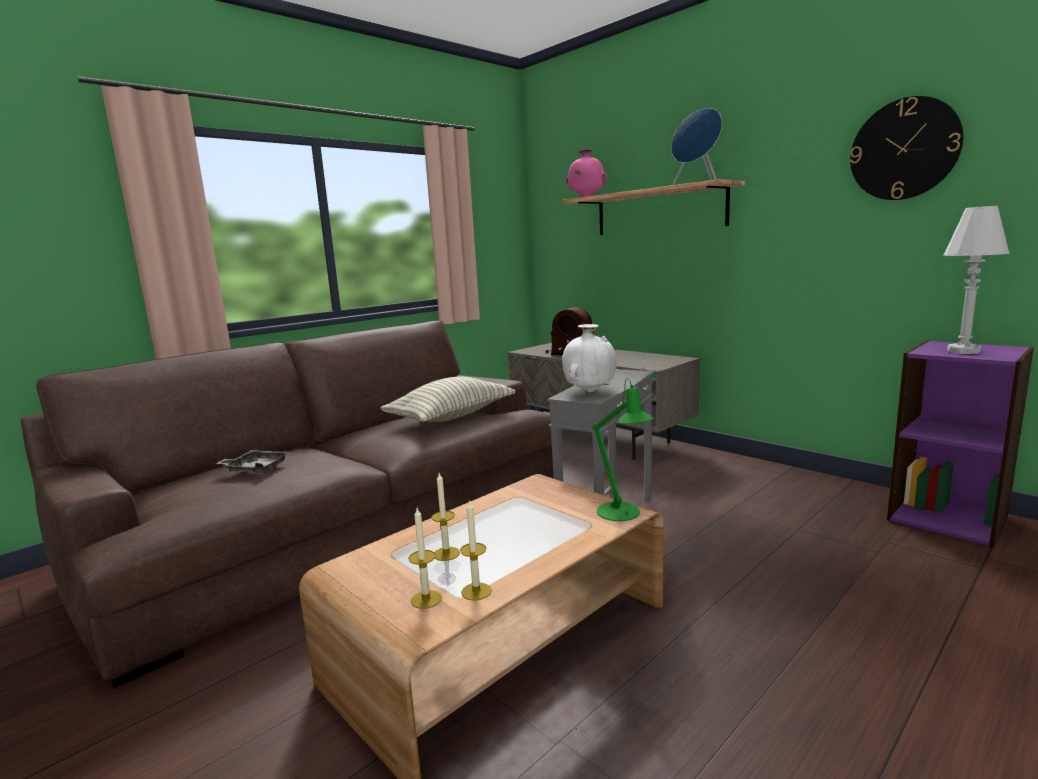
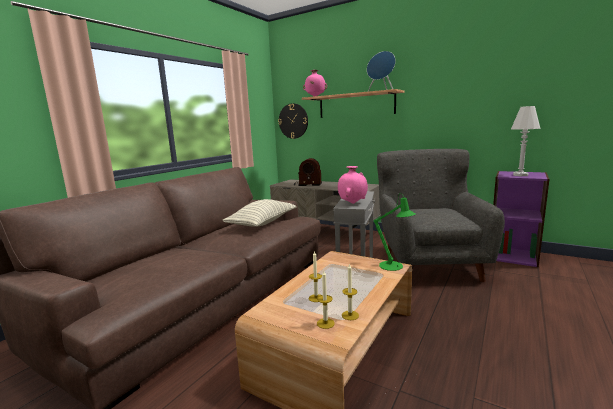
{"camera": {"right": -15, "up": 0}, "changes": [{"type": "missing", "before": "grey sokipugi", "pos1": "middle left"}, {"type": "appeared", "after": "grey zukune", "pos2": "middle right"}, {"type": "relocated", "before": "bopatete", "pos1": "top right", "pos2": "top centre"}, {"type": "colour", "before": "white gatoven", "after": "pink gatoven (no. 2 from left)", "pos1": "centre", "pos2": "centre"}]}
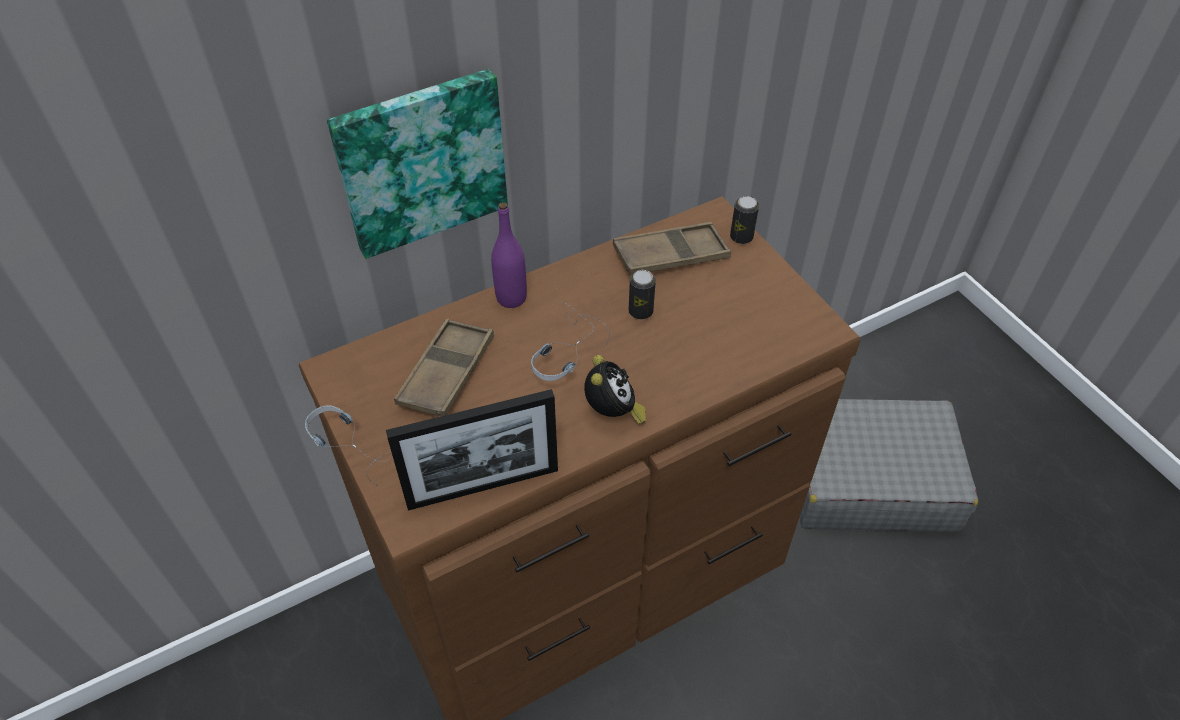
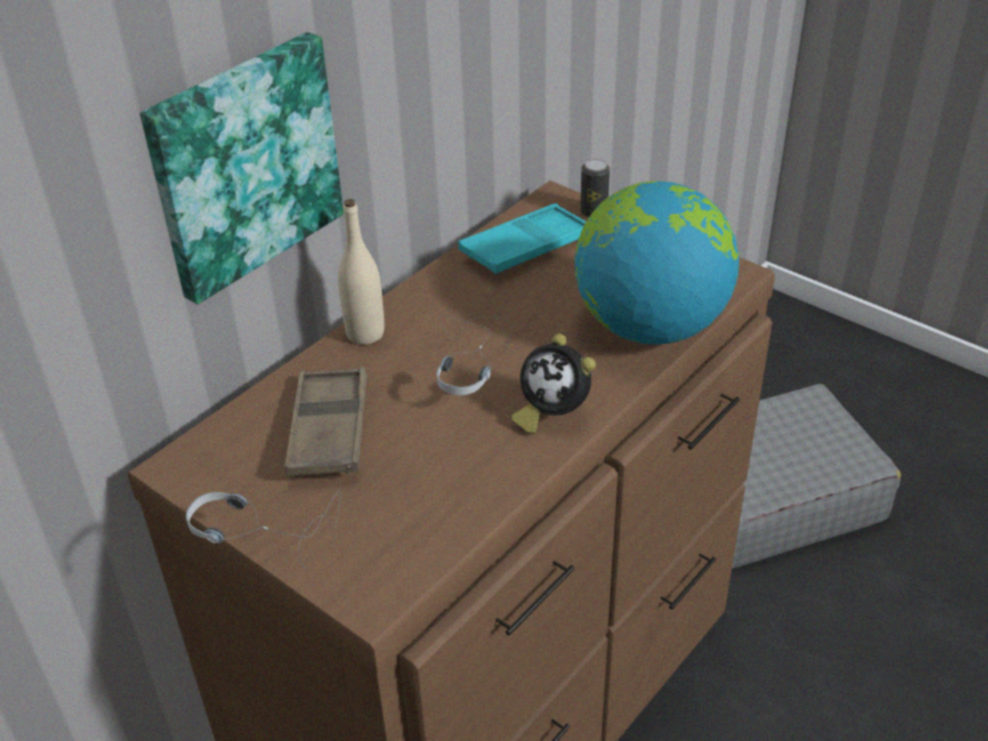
{"camera": {"right": -20, "up": -10}, "changes": [{"type": "missing", "before": "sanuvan", "pos1": "centre"}, {"type": "missing", "before": "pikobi (no. 1 from left)", "pos1": "centre"}, {"type": "appeared", "after": "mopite", "pos2": "centre"}, {"type": "colour", "before": "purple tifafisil", "after": "beige tifafisil", "pos1": "centre", "pos2": "centre"}, {"type": "colour", "before": "brown sokipugi (no. 2 from left)", "after": "turquoise sokipugi", "pos1": "centre", "pos2": "top centre"}, {"type": "spun", "before": "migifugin", "pos1": "centre", "pos2": "centre", "turn": 150}]}
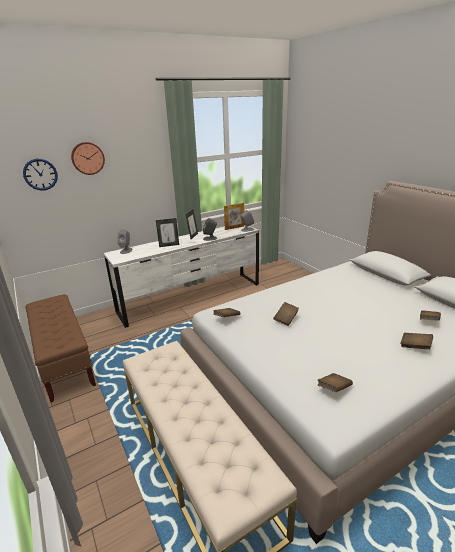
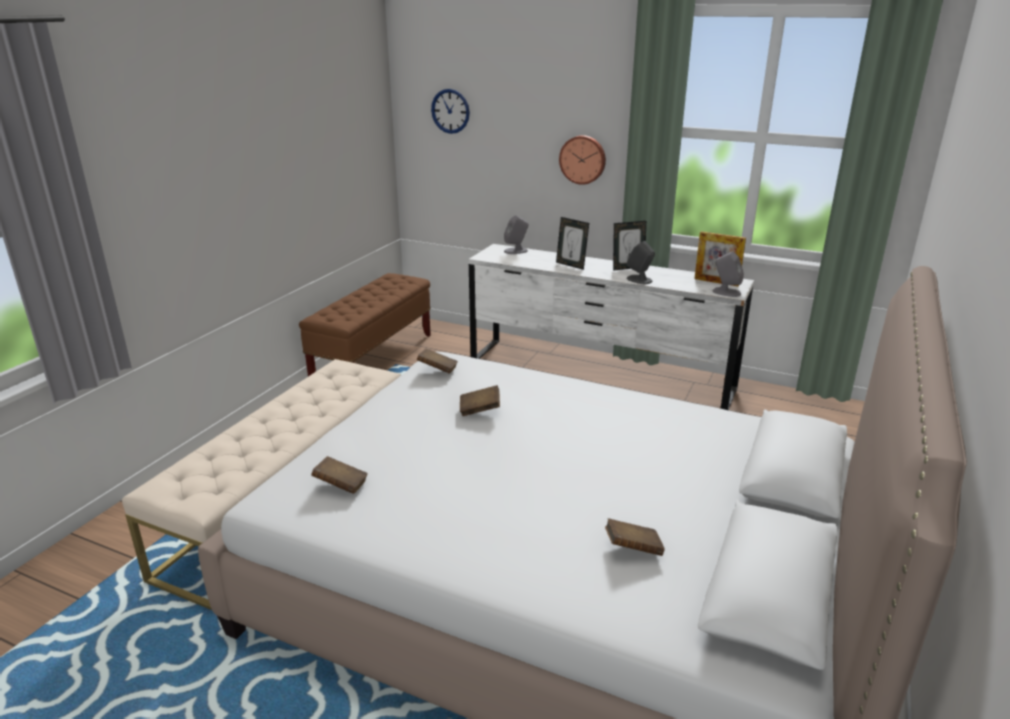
{"camera": {"right": 55, "up": 0}, "changes": [{"type": "missing", "before": "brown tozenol (no. 4 from left)", "pos1": "middle right"}, {"type": "relocated", "before": "bopatete (no. 2 from left)", "pos1": "top left", "pos2": "top centre"}]}
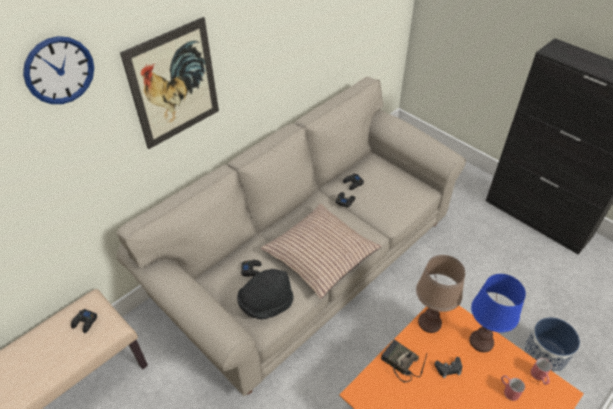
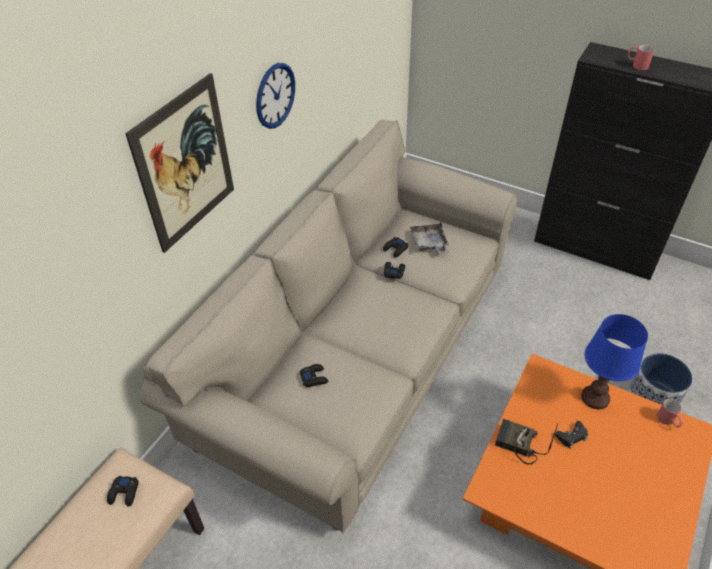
{"camera": {"right": -15, "up": 0}, "changes": [{"type": "missing", "before": "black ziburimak", "pos1": "bottom centre"}, {"type": "missing", "before": "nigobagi", "pos1": "centre"}, {"type": "missing", "before": "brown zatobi", "pos1": "bottom right"}, {"type": "appeared", "after": "grey sokipugi", "pos2": "centre"}, {"type": "relocated", "before": "bopatete", "pos1": "top left", "pos2": "top centre"}, {"type": "relocated", "before": "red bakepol (no. 1 from left)", "pos1": "bottom right", "pos2": "top right"}]}
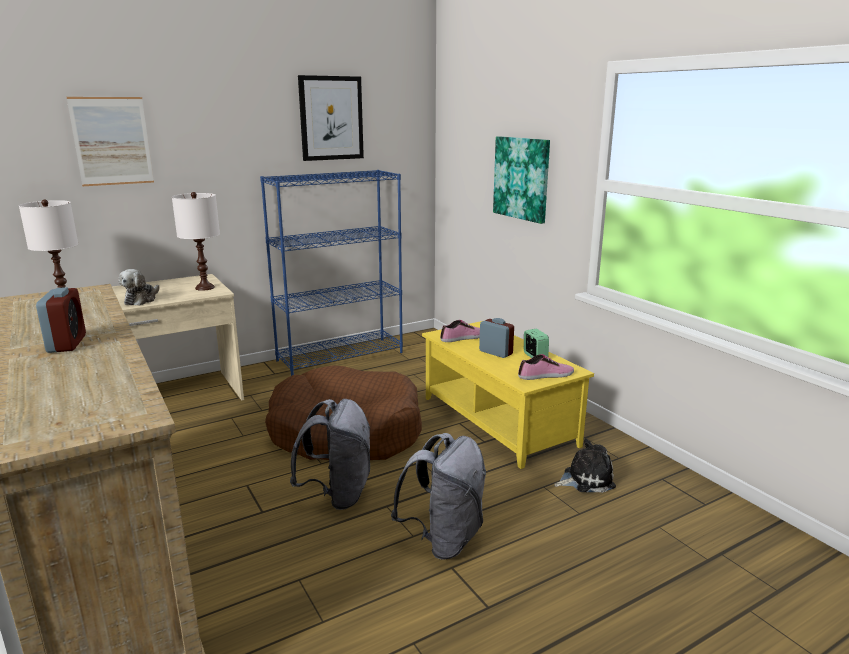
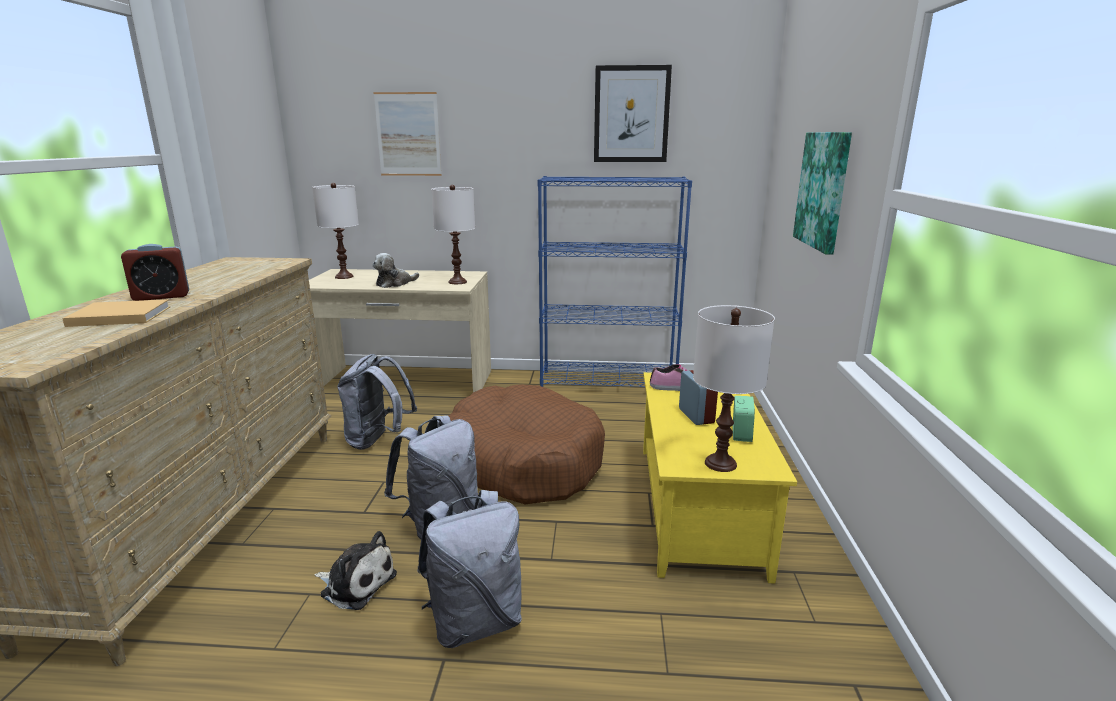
{"camera": {"right": 35, "up": 0}, "changes": [{"type": "appeared", "after": "beige tozenol", "pos2": "middle left"}, {"type": "appeared", "after": "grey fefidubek (no. 1 from left)", "pos2": "centre"}, {"type": "relocated", "before": "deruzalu (no. 2 from left in the first image)", "after": "deruzalu (no. 1 from left)", "pos1": "bottom right", "pos2": "bottom left"}, {"type": "exchanged", "before": "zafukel (no. 2 from left)", "after": "white zatobi (no. 3 from left)", "pos1": "centre", "pos2": "centre"}, {"type": "spun", "before": "migifugin (no. 1 from left)", "pos1": "middle left", "pos2": "middle left", "turn": 45}]}
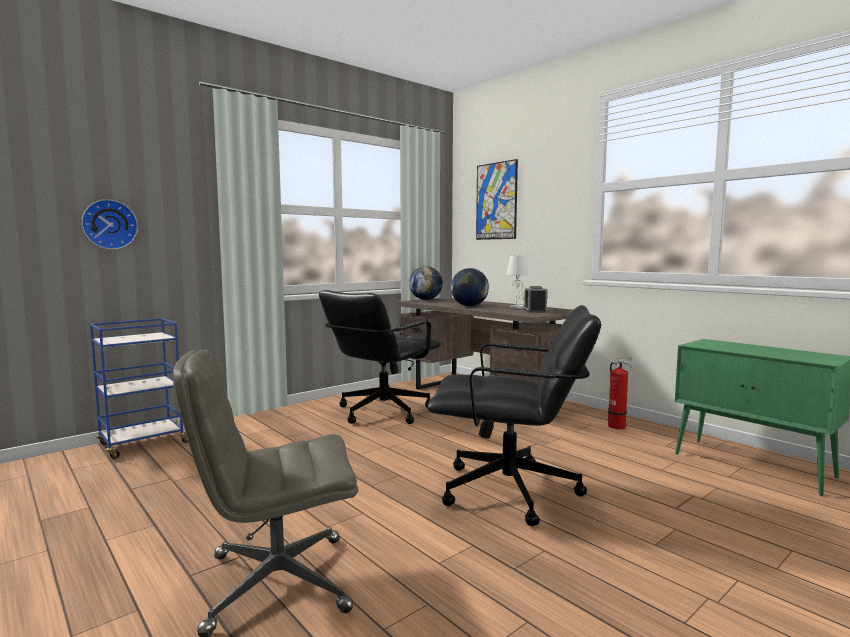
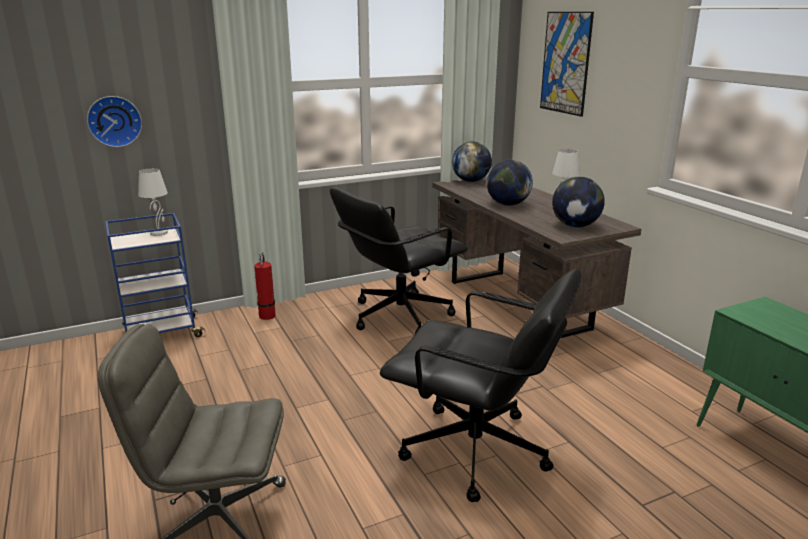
{"camera": {"right": 15, "up": 15}, "changes": [{"type": "appeared", "after": "white zatobi (no. 1 from left)", "pos2": "middle left"}, {"type": "relocated", "before": "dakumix", "pos1": "middle right", "pos2": "middle left"}, {"type": "exchanged", "before": "migifugin", "after": "mopite (no. 3 from left)", "pos1": "centre", "pos2": "middle right"}]}
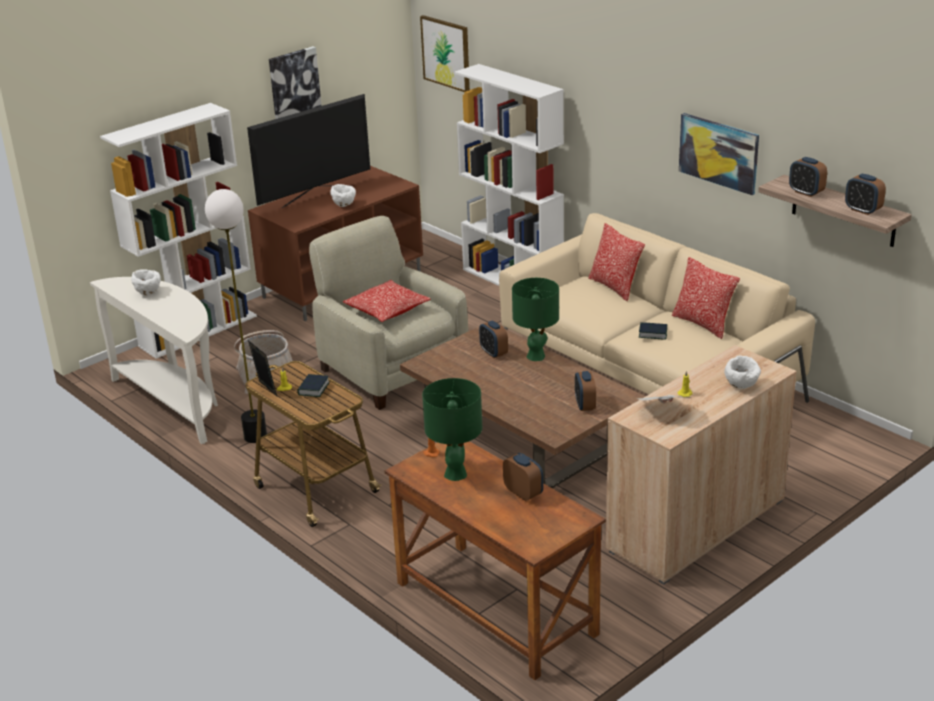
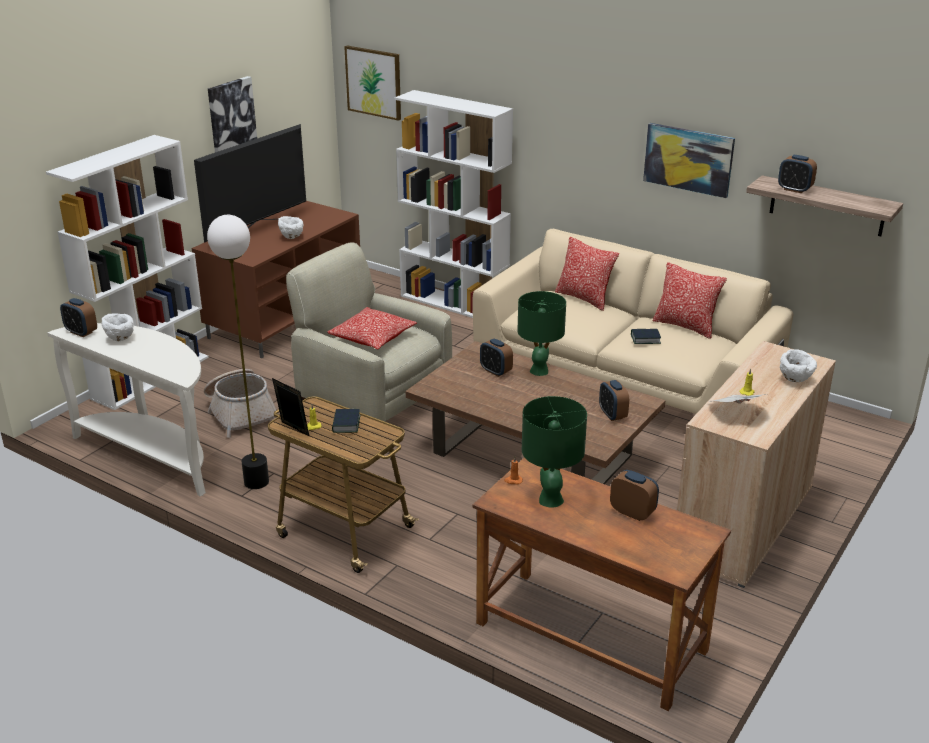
{"camera": {"right": -15, "up": 0}, "changes": [{"type": "relocated", "before": "migifugin (no. 5 from left in the first image)", "after": "migifugin (no. 1 from left)", "pos1": "top right", "pos2": "middle left"}]}
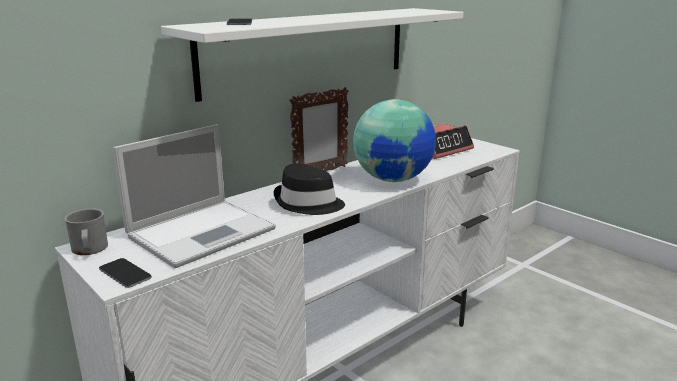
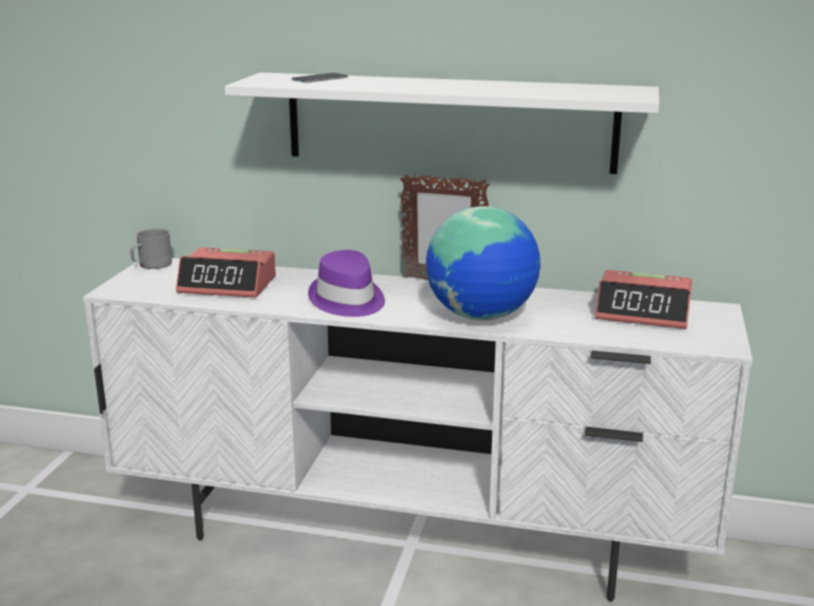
{"camera": {"right": 55, "up": 0}, "changes": [{"type": "missing", "before": "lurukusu (no. 1 from left)", "pos1": "bottom left"}, {"type": "exchanged", "before": "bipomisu", "after": "migifugin (no. 1 from left)", "pos1": "middle left", "pos2": "middle left"}, {"type": "colour", "before": "black ziburimak", "after": "purple ziburimak", "pos1": "centre", "pos2": "centre"}]}
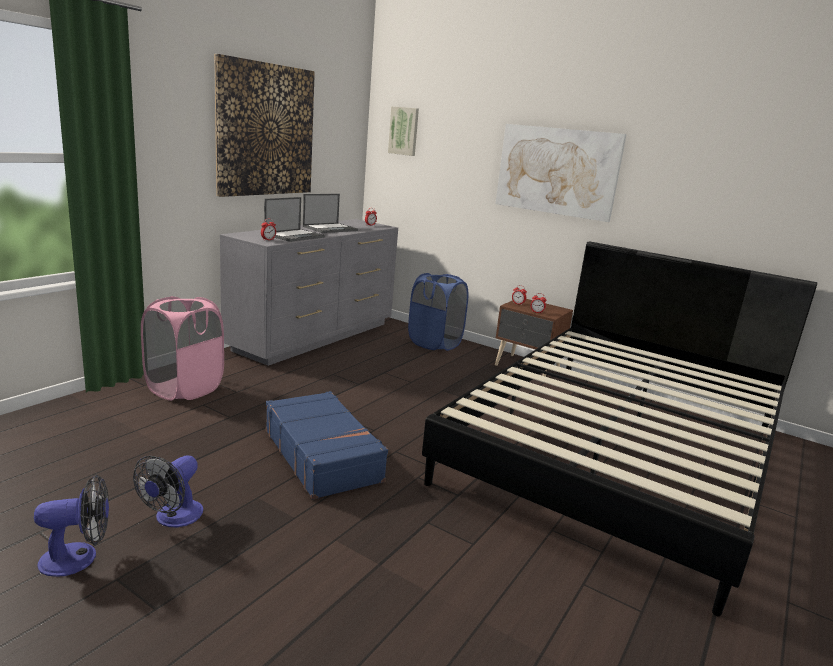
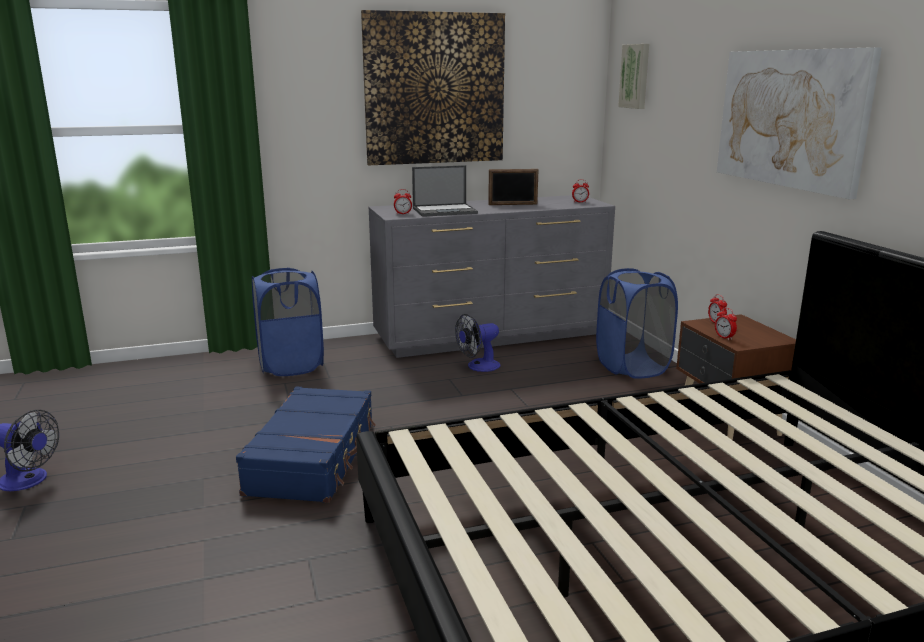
{"camera": {"right": 40, "up": 0}, "changes": [{"type": "relocated", "before": "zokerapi (no. 2 from left)", "pos1": "bottom left", "pos2": "centre"}, {"type": "exchanged", "before": "bipomisu (no. 2 from left)", "after": "sanuvan", "pos1": "top centre", "pos2": "top centre"}, {"type": "colour", "before": "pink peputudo", "after": "blue peputudo (no. 1 from left)", "pos1": "middle left", "pos2": "middle left"}]}
